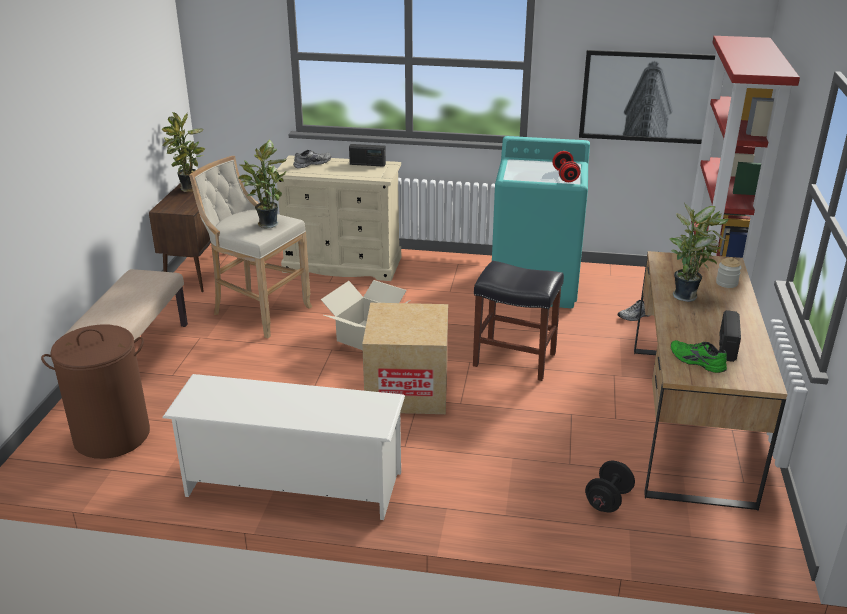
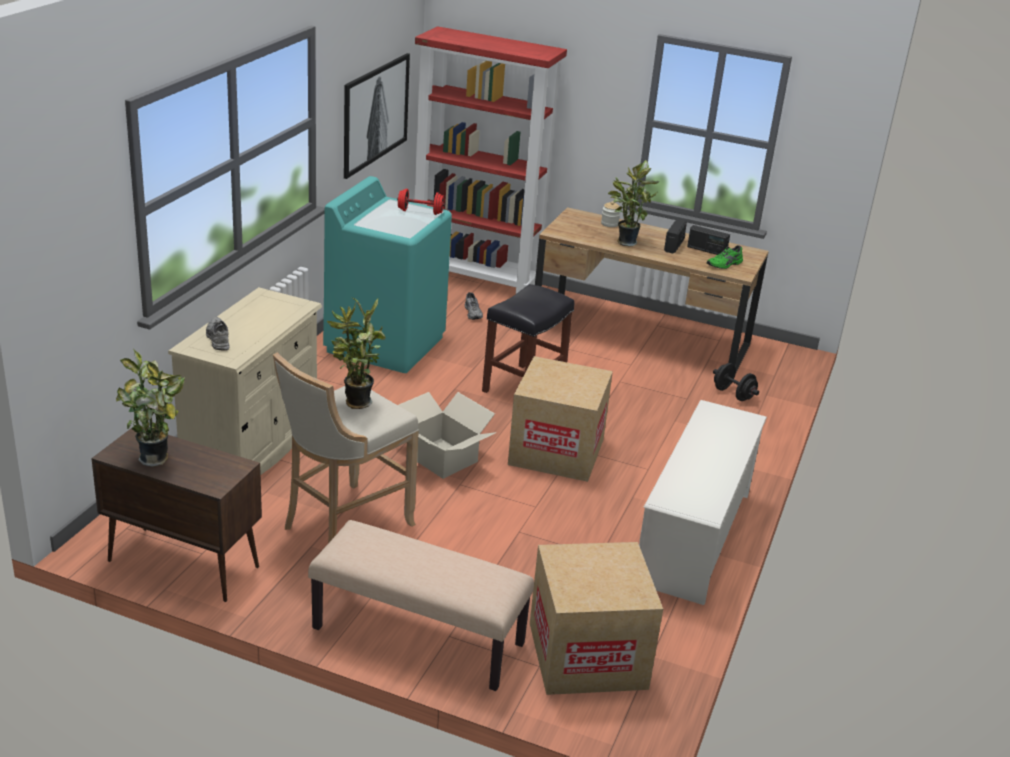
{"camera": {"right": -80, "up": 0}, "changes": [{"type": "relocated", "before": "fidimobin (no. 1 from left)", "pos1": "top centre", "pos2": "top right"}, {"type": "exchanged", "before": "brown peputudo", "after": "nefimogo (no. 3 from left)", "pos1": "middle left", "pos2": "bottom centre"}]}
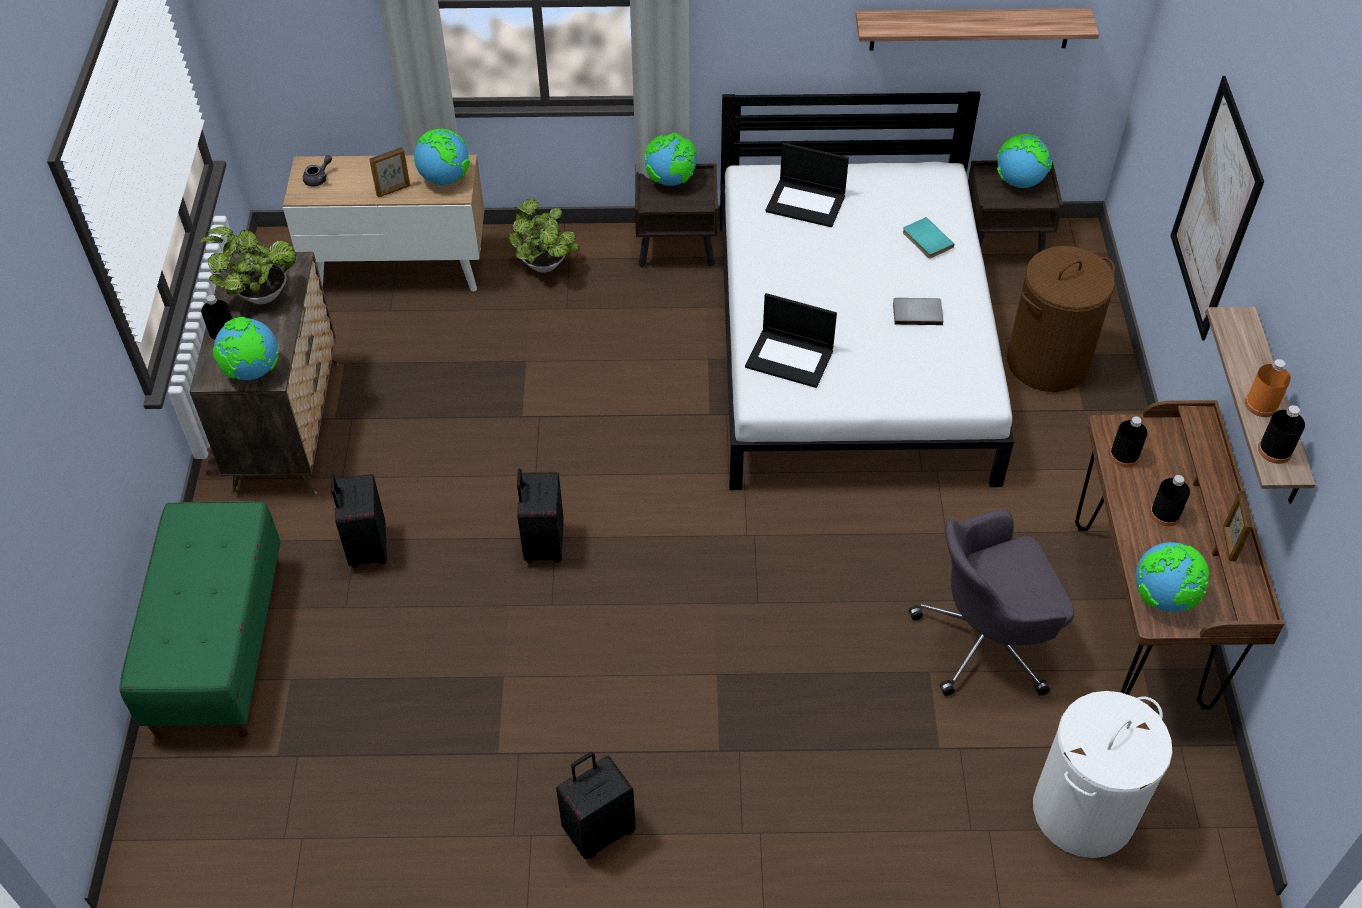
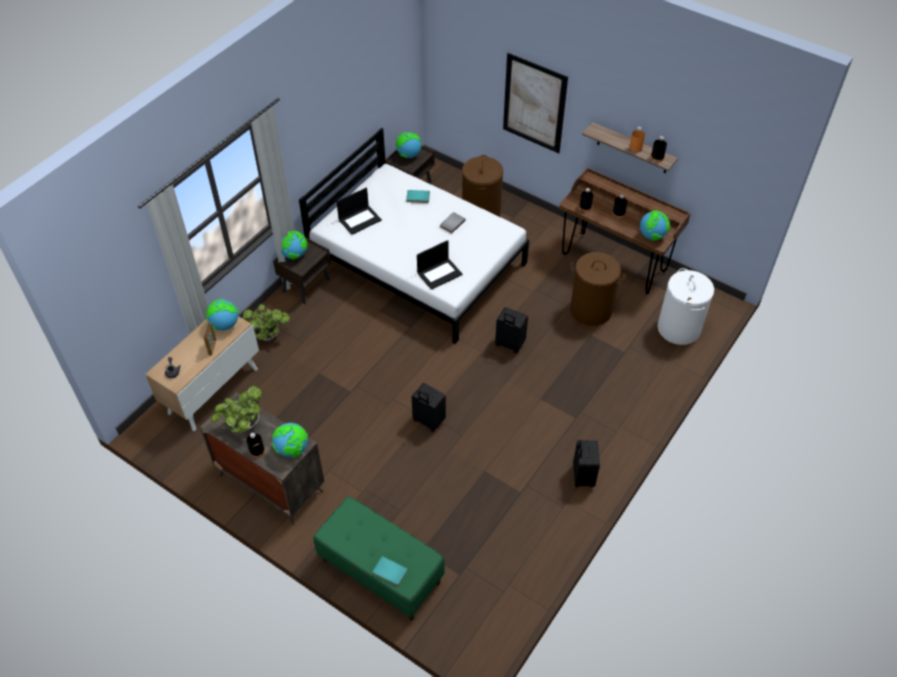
{"camera": {"right": -55, "up": 0}, "changes": [{"type": "missing", "before": "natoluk (no. 1 from left)", "pos1": "top right"}, {"type": "missing", "before": "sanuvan (no. 2 from left)", "pos1": "middle right"}, {"type": "appeared", "after": "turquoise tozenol (no. 1 from left)", "pos2": "bottom centre"}, {"type": "relocated", "before": "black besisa (no. 1 from left in the first image)", "after": "black besisa (no. 2 from left)", "pos1": "middle left", "pos2": "centre"}, {"type": "exchanged", "before": "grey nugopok", "after": "brown peputudo (no. 2 from left)", "pos1": "middle right", "pos2": "centre"}]}
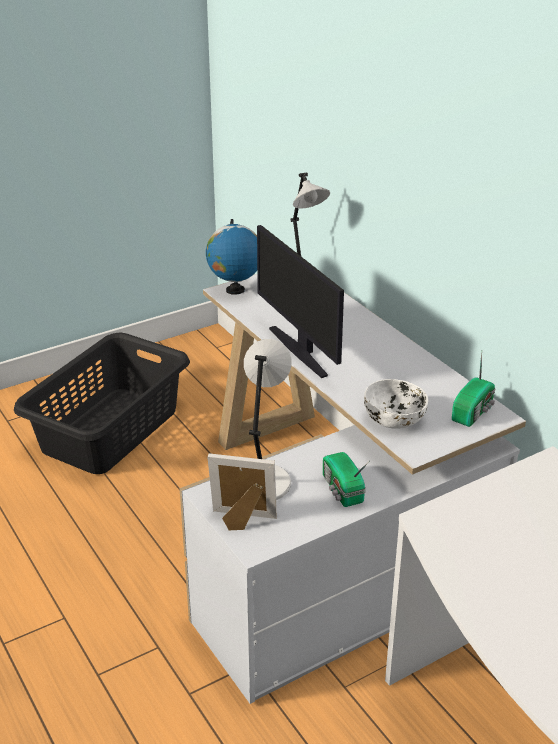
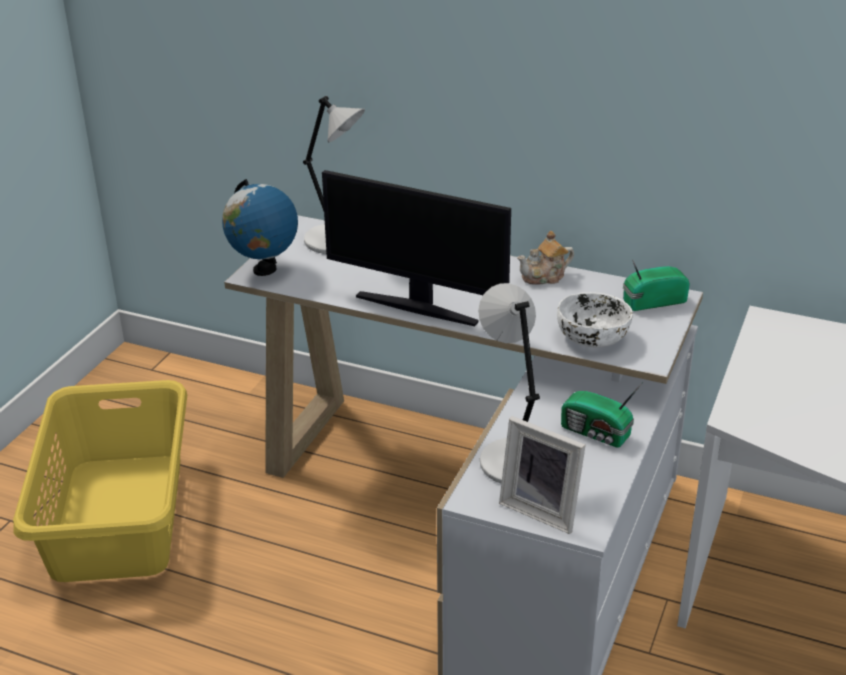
{"camera": {"right": -35, "up": 0}, "changes": [{"type": "appeared", "after": "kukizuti", "pos2": "centre"}, {"type": "colour", "before": "black peputudo", "after": "yellow peputudo", "pos1": "middle left", "pos2": "bottom left"}, {"type": "spun", "before": "sanuvan", "pos1": "centre", "pos2": "bottom centre", "turn": -120}, {"type": "spun", "before": "fidimobin (no. 2 from left)", "pos1": "middle right", "pos2": "middle right", "turn": -105}]}
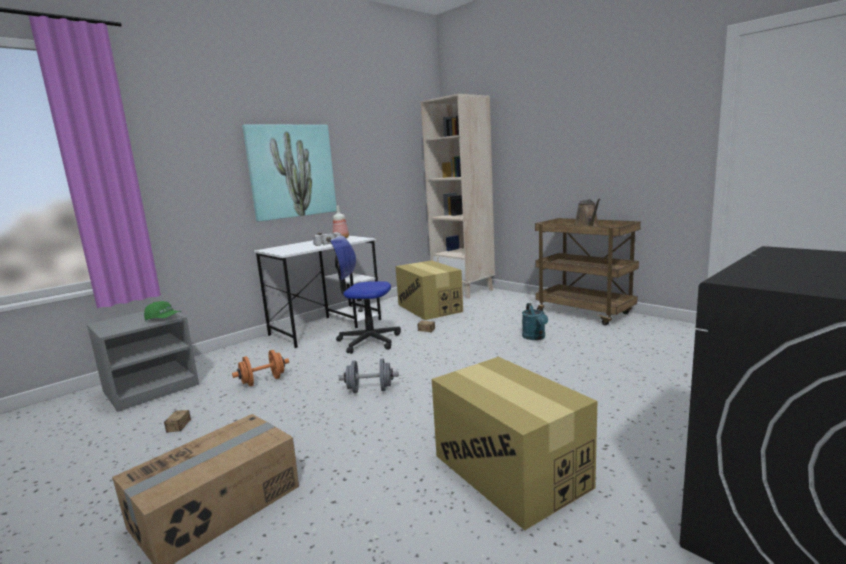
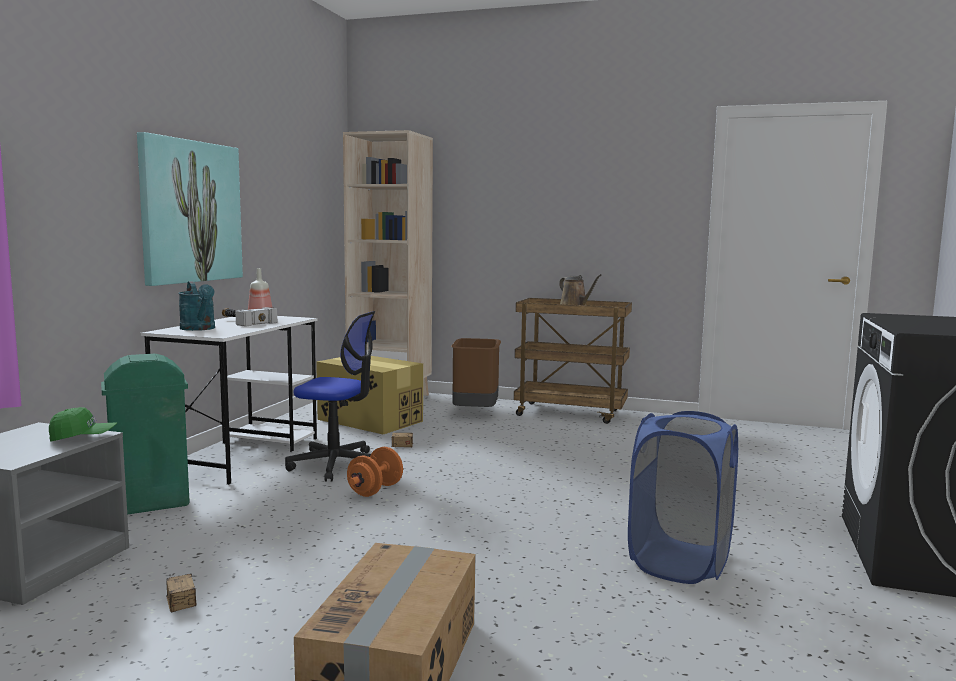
{"camera": {"right": -30, "up": -5}, "changes": [{"type": "missing", "before": "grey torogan", "pos1": "bottom centre"}, {"type": "appeared", "after": "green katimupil", "pos2": "middle left"}, {"type": "appeared", "after": "brown katimupil", "pos2": "centre"}, {"type": "relocated", "before": "orange torogan", "pos1": "middle left", "pos2": "bottom centre"}, {"type": "relocated", "before": "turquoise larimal", "pos1": "centre", "pos2": "middle left"}, {"type": "exchanged", "before": "nefimogo (no. 3 from left)", "after": "blue peputudo", "pos1": "bottom centre", "pos2": "bottom right"}, {"type": "spun", "before": "nugopok", "pos1": "centre", "pos2": "centre", "turn": -150}]}
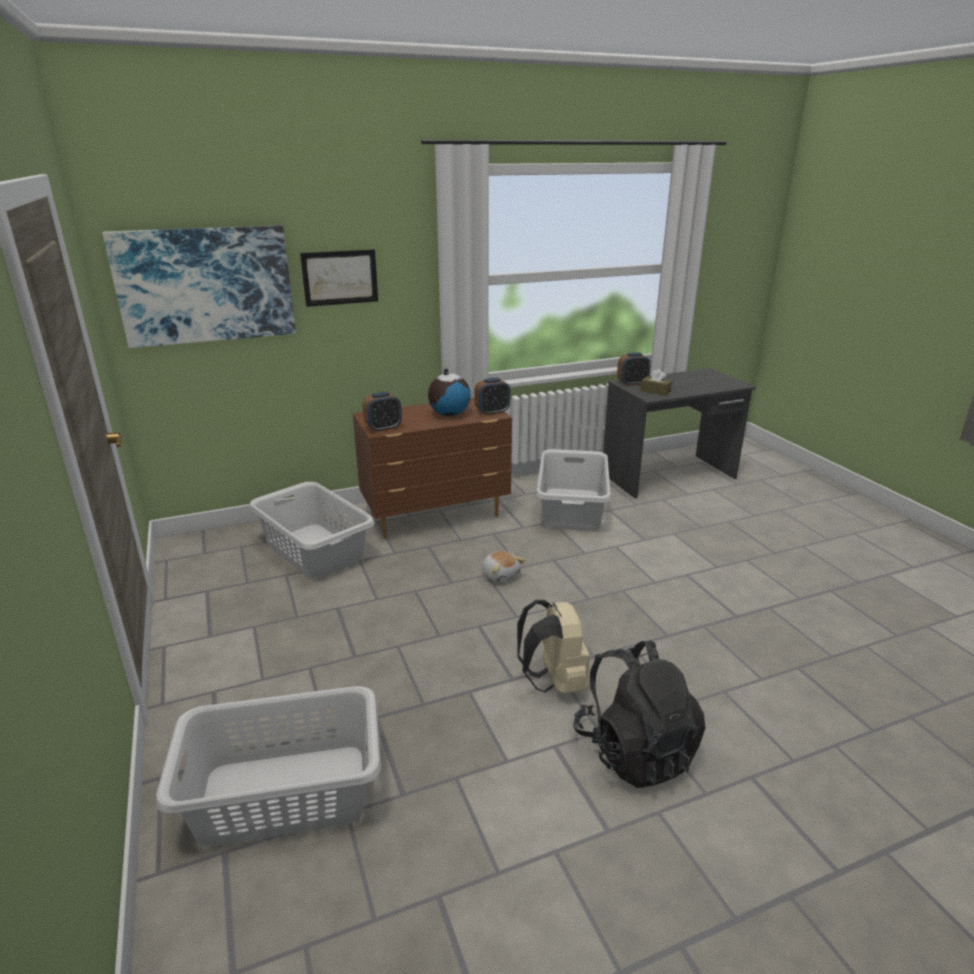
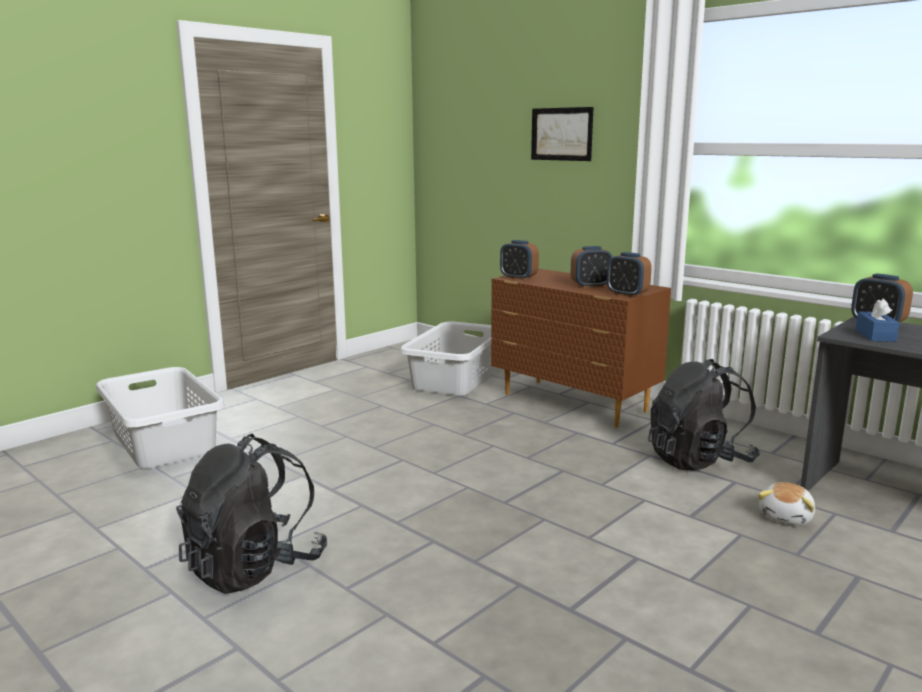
{"camera": {"right": 65, "up": -10}, "changes": [{"type": "missing", "before": "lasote (no. 1 from left)", "pos1": "top left"}, {"type": "missing", "before": "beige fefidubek", "pos1": "centre"}, {"type": "relocated", "before": "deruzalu", "pos1": "centre", "pos2": "bottom right"}, {"type": "exchanged", "before": "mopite", "after": "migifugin (no. 2 from left)", "pos1": "centre", "pos2": "centre"}, {"type": "exchanged", "before": "grey peputudo (no. 3 from left)", "after": "black fefidubek (no. 2 from left)", "pos1": "centre", "pos2": "middle right"}, {"type": "colour", "before": "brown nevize", "after": "blue nevize", "pos1": "middle right", "pos2": "middle right"}]}
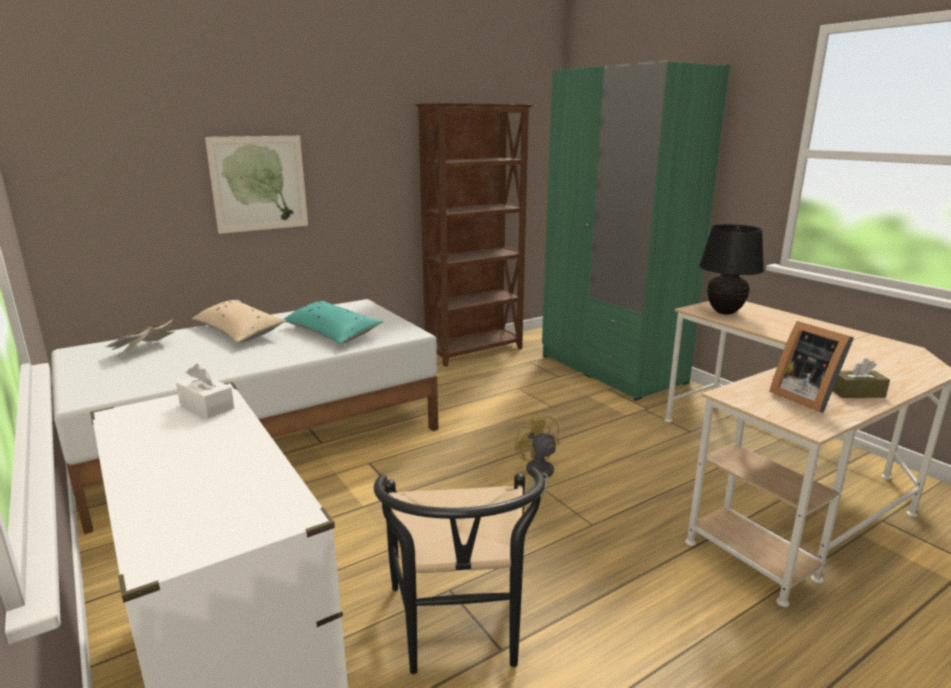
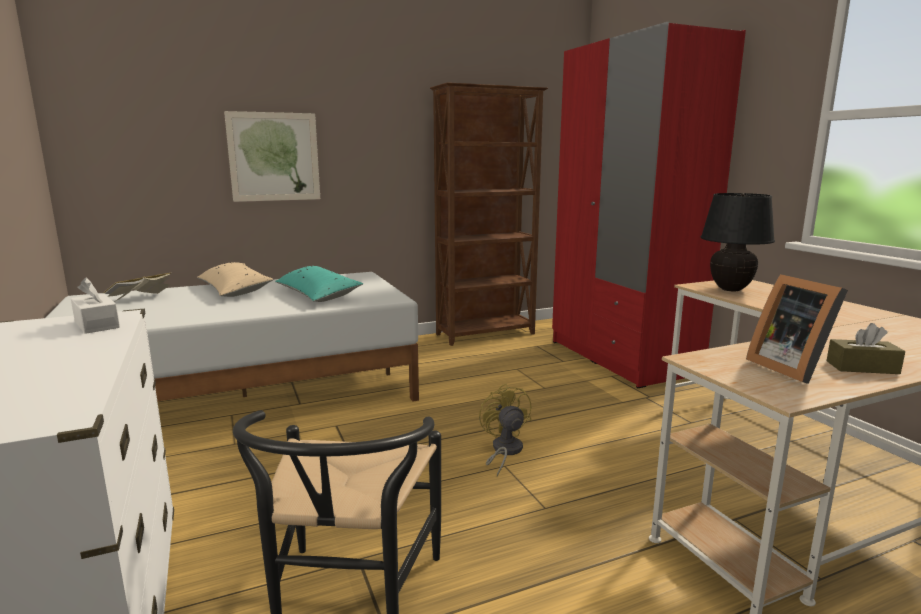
{"camera": {"right": 10, "up": -5}, "changes": [{"type": "colour", "before": "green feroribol", "after": "red feroribol", "pos1": "middle right", "pos2": "middle right"}]}
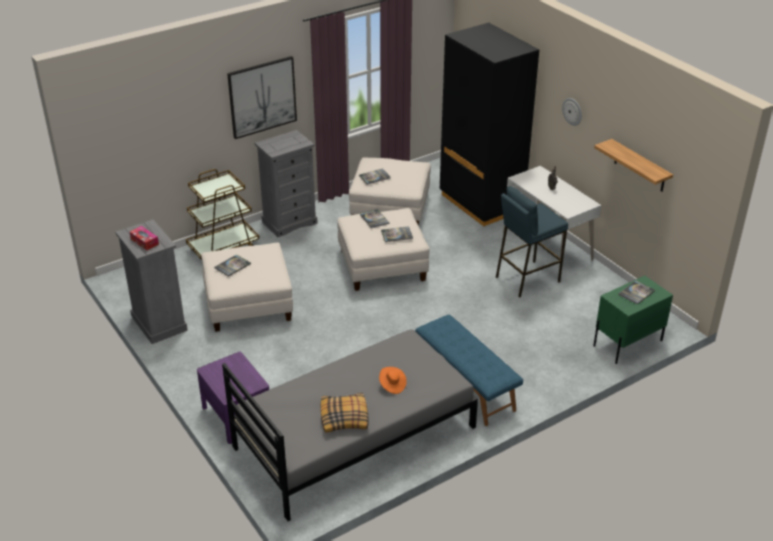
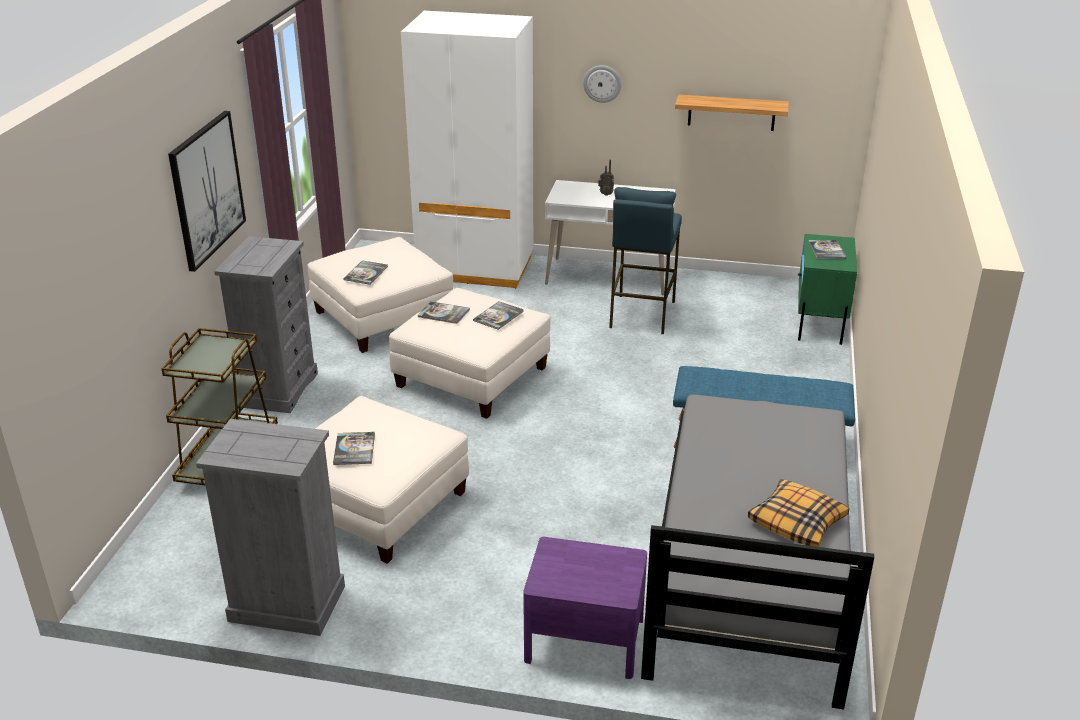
{"camera": {"right": -45, "up": -5}, "changes": [{"type": "missing", "before": "nevize", "pos1": "middle left"}, {"type": "missing", "before": "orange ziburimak", "pos1": "bottom centre"}, {"type": "colour", "before": "black feroribol", "after": "white feroribol", "pos1": "top centre", "pos2": "top centre"}]}
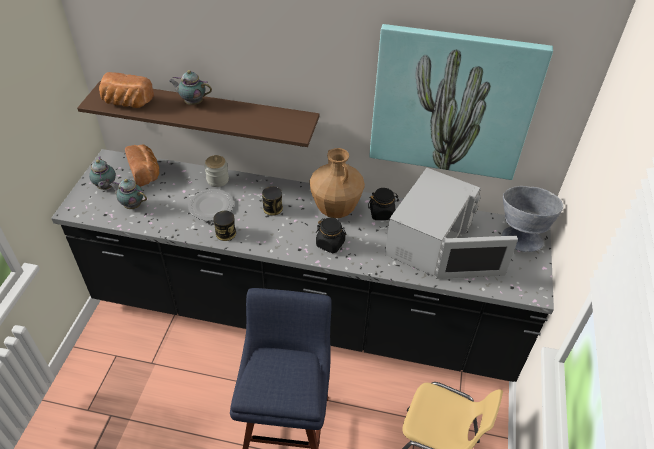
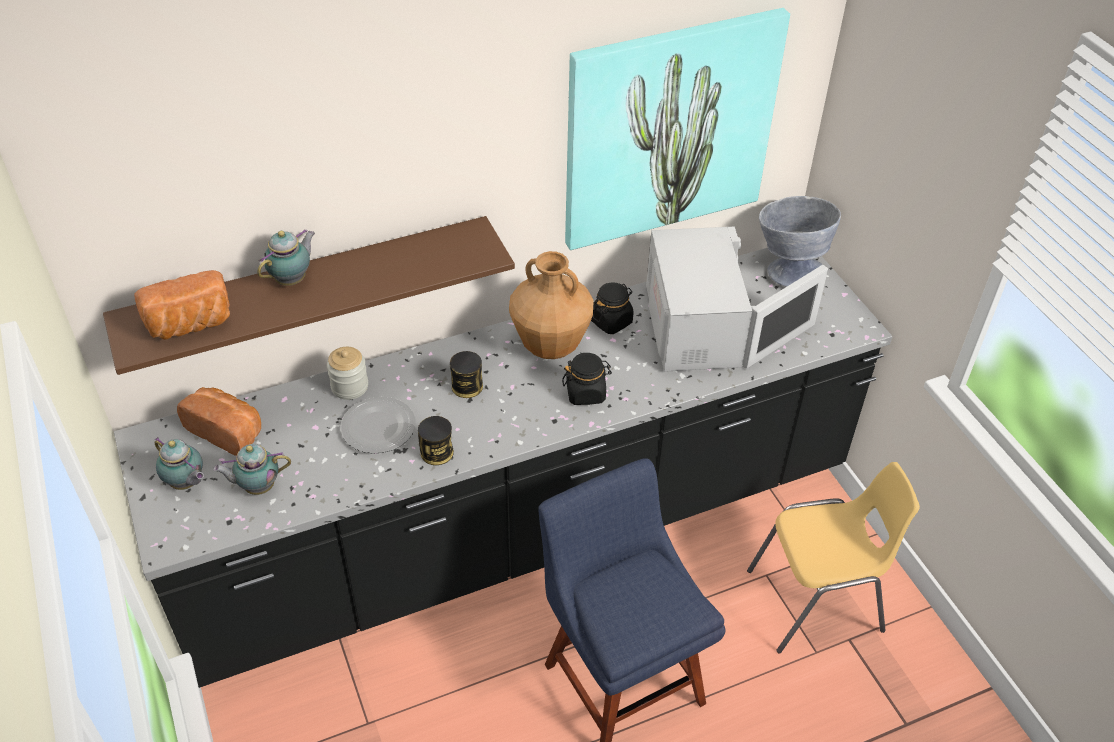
{"camera": {"right": -35, "up": 0}, "changes": [{"type": "spun", "before": "kukizuti (no. 3 from left)", "pos1": "top left", "pos2": "middle left", "turn": 150}]}
